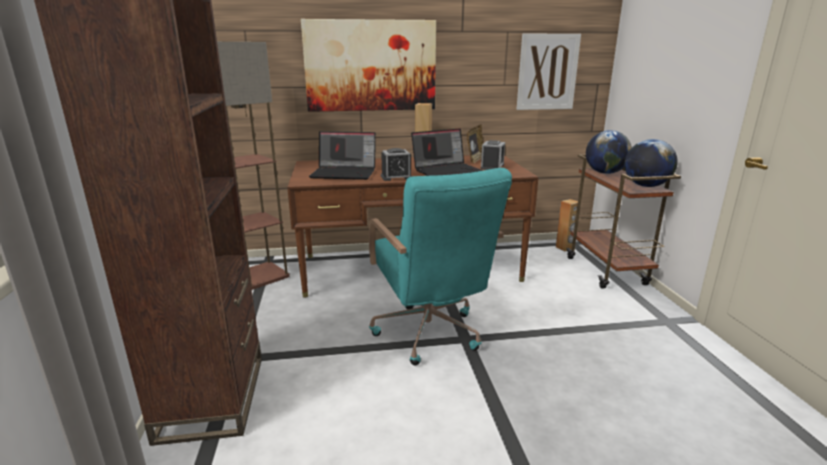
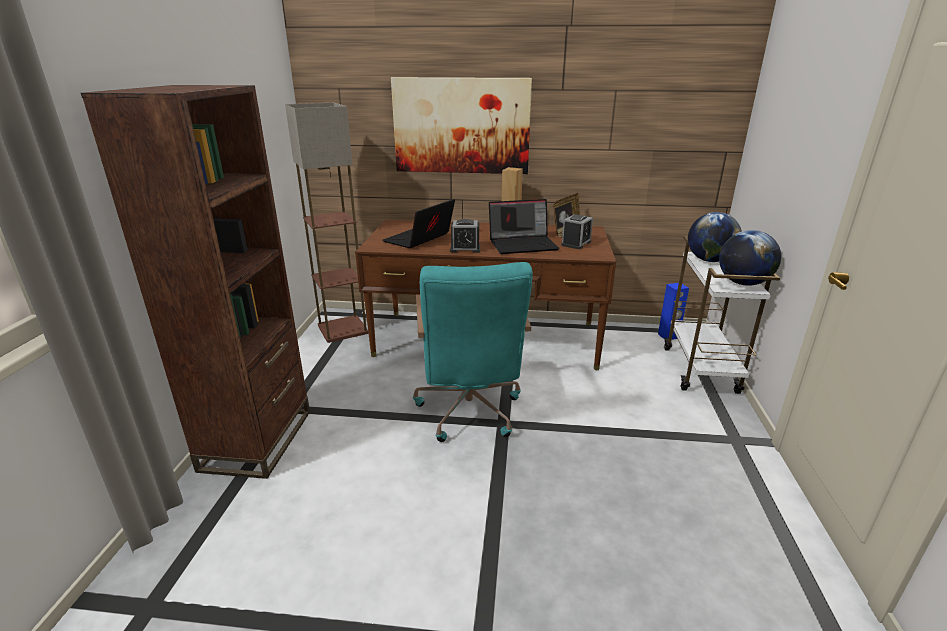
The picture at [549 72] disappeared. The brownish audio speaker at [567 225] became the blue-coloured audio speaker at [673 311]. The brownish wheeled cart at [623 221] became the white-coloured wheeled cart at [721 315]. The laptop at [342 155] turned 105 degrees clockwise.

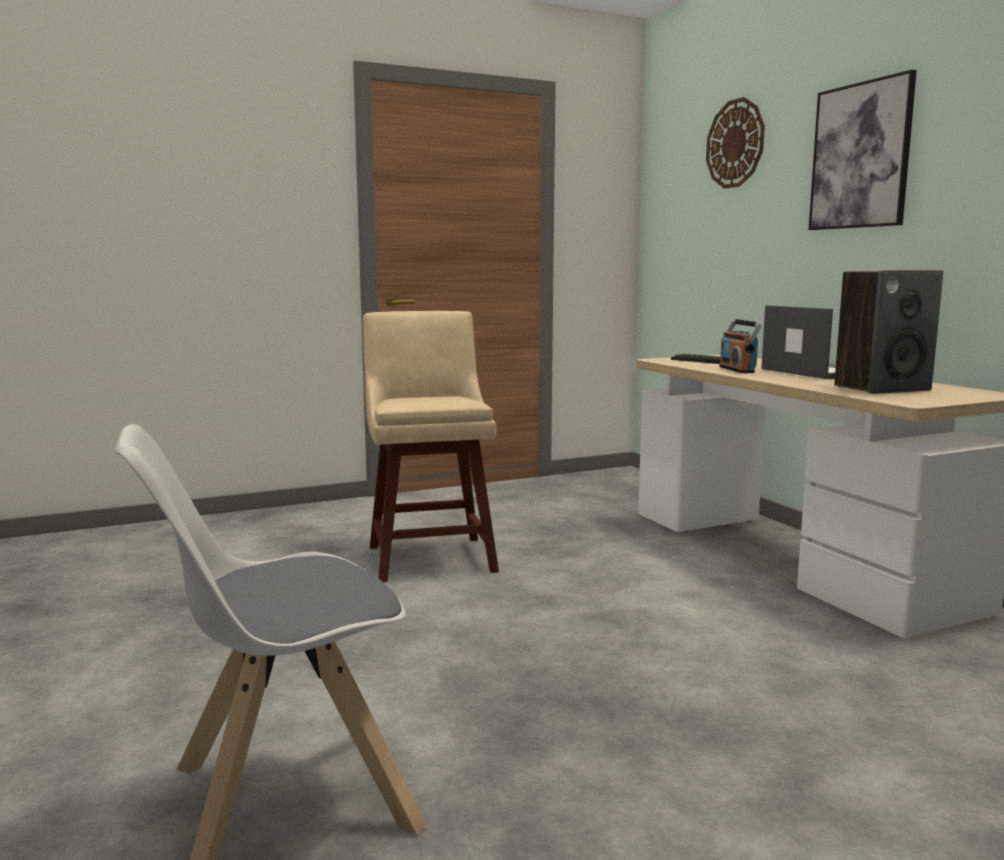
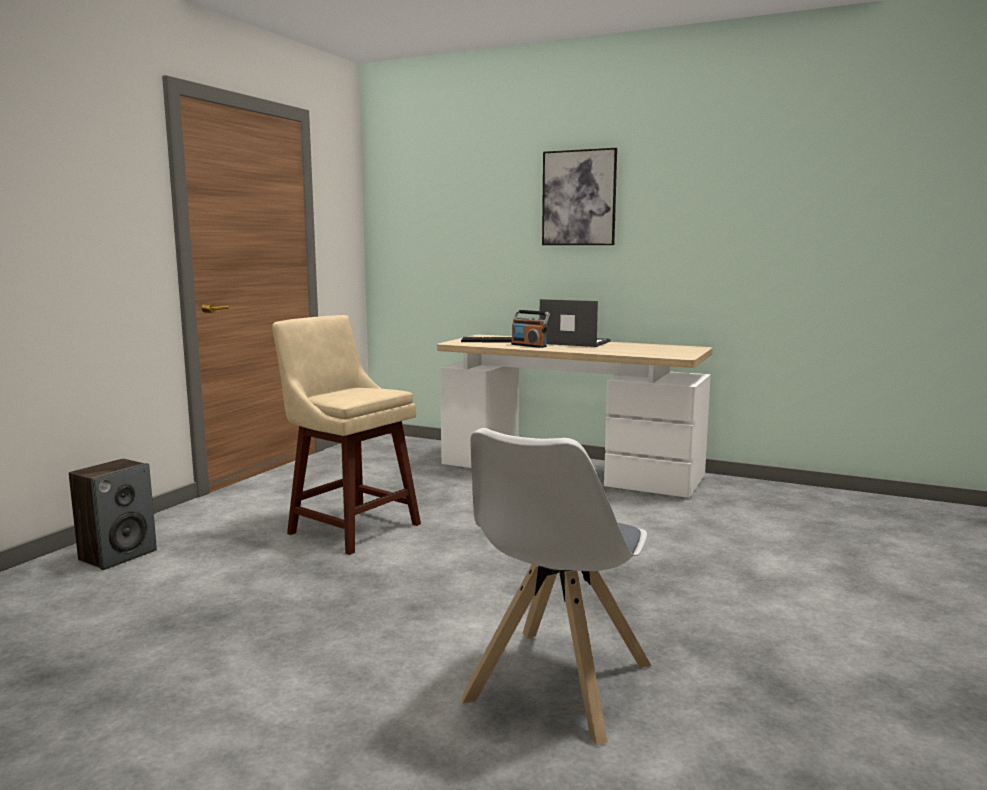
The wall clock at [735 143] disappeared. The audio speaker moved from [889 332] to [113 514].

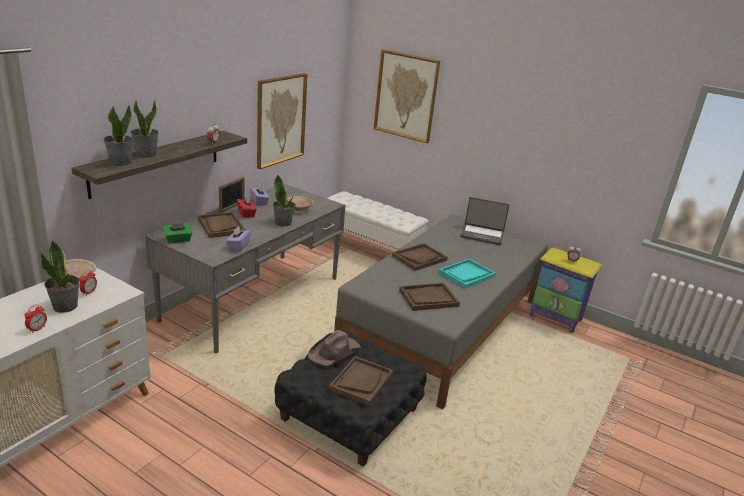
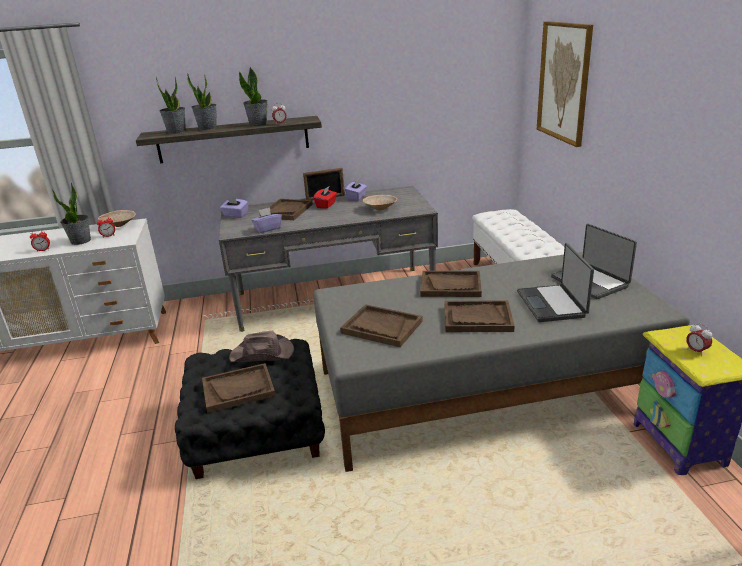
The picture at [282 121] disappeared. The laptop at [555 282] appeared. The plant in a pot moved from [284 200] to [253 96]. The green tissue holder at [177 233] became the purple tissue holder at [234 207]. The turquoise-coloured tray at [467 273] became the brownish tray at [479 316].

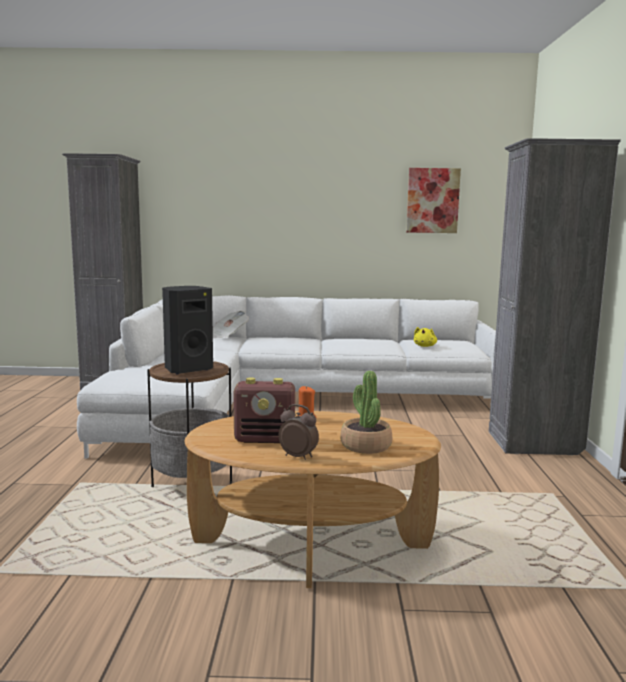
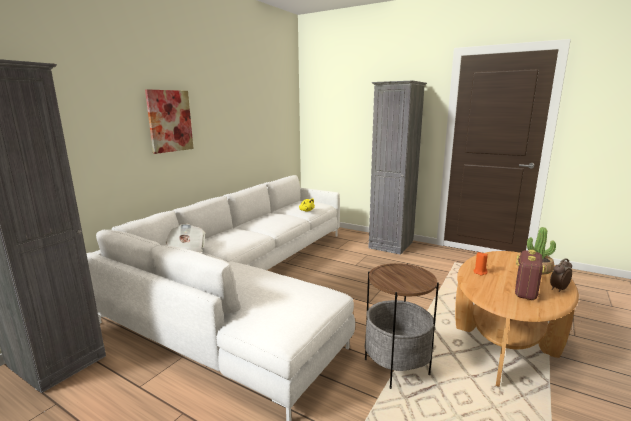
The black-coloured audio speaker at [187 330] disappeared. The picture moved from [433 200] to [169 121].

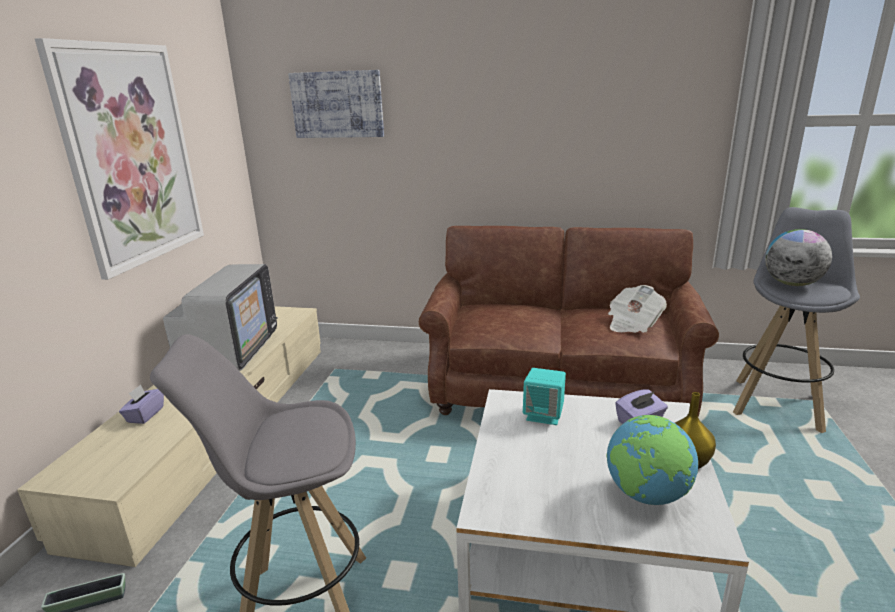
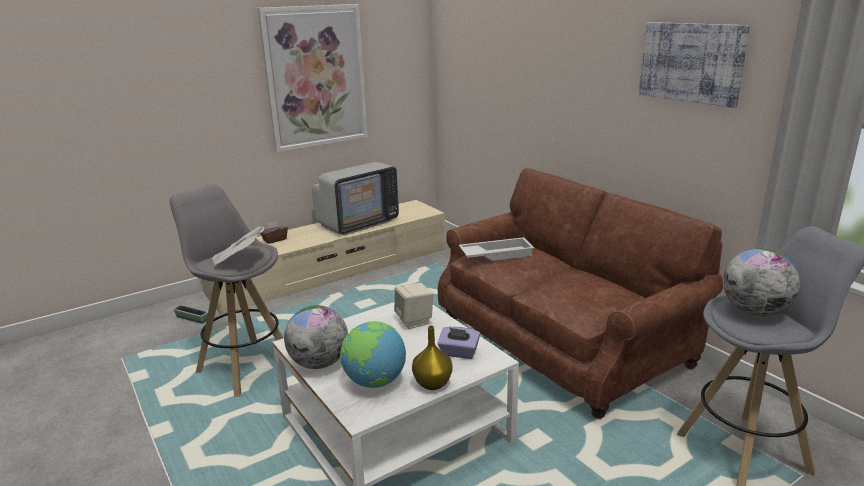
The desk globe at [316 337] appeared. The white-coloured tray at [496 249] appeared. The picture moved from [336 104] to [694 65]. The printed paper moved from [637 309] to [238 246]. The purple tissue holder at [141 404] became the brownish tissue holder at [274 232]. The turquoise-coloured audio speaker at [544 396] became the beige-coloured audio speaker at [413 306].

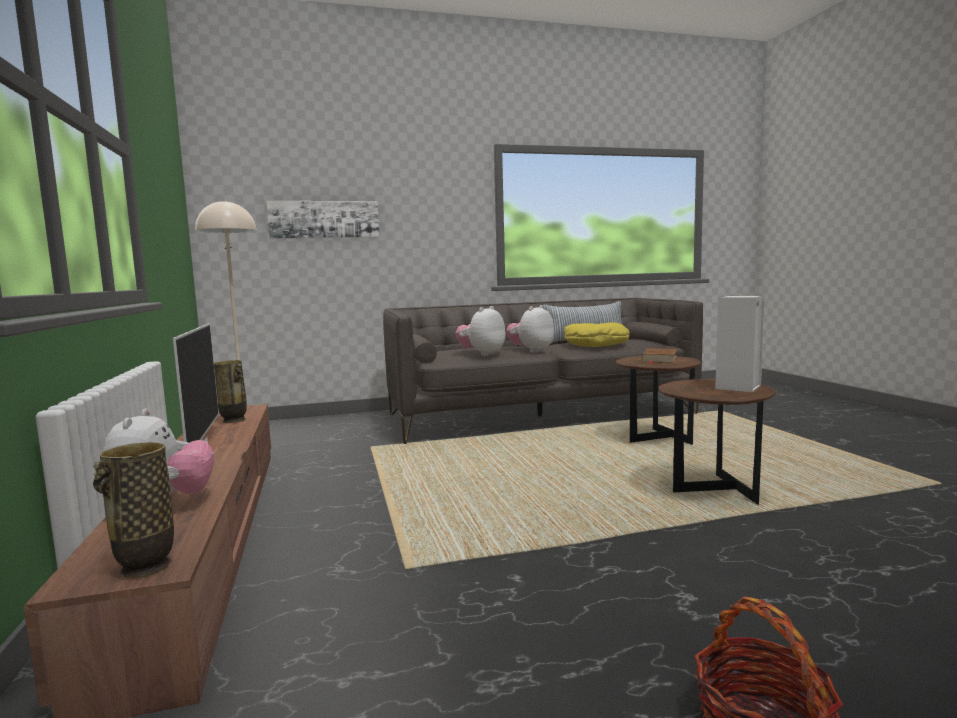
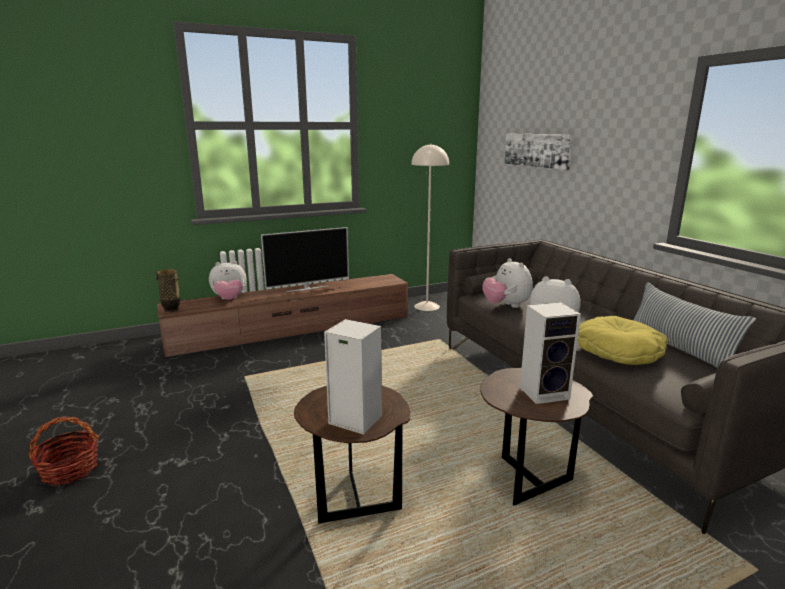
The decorative vase at [230 391] disappeared. The brownish book at [659 356] was replaced by the audio speaker at [550 353]. The cuddly toy at [481 331] turned 135 degrees counterclockwise.

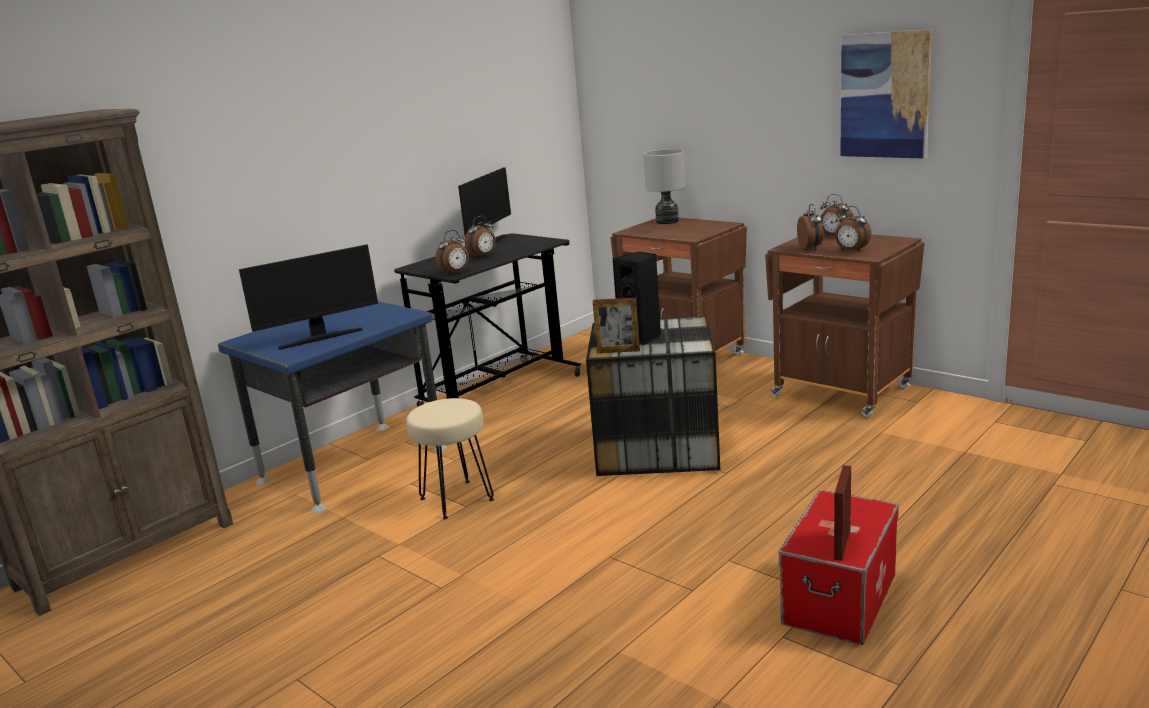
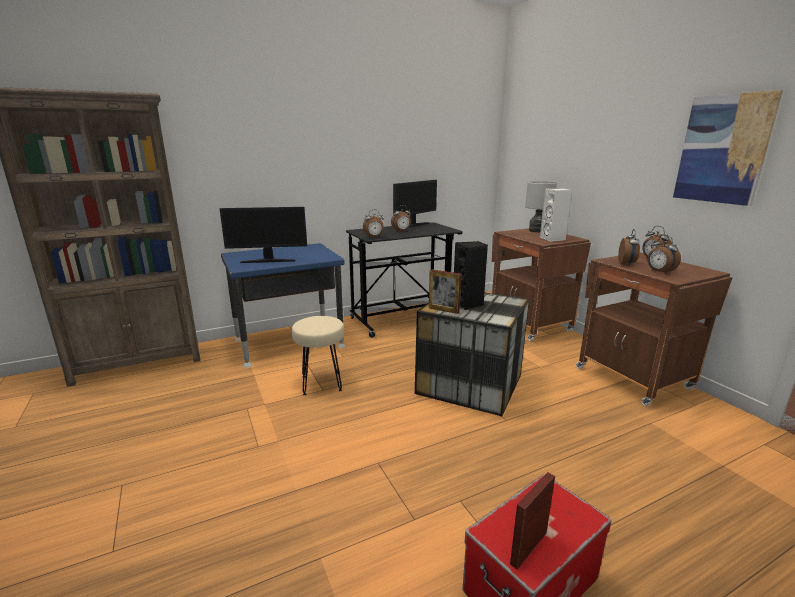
The white-coloured audio speaker at [556 215] appeared.

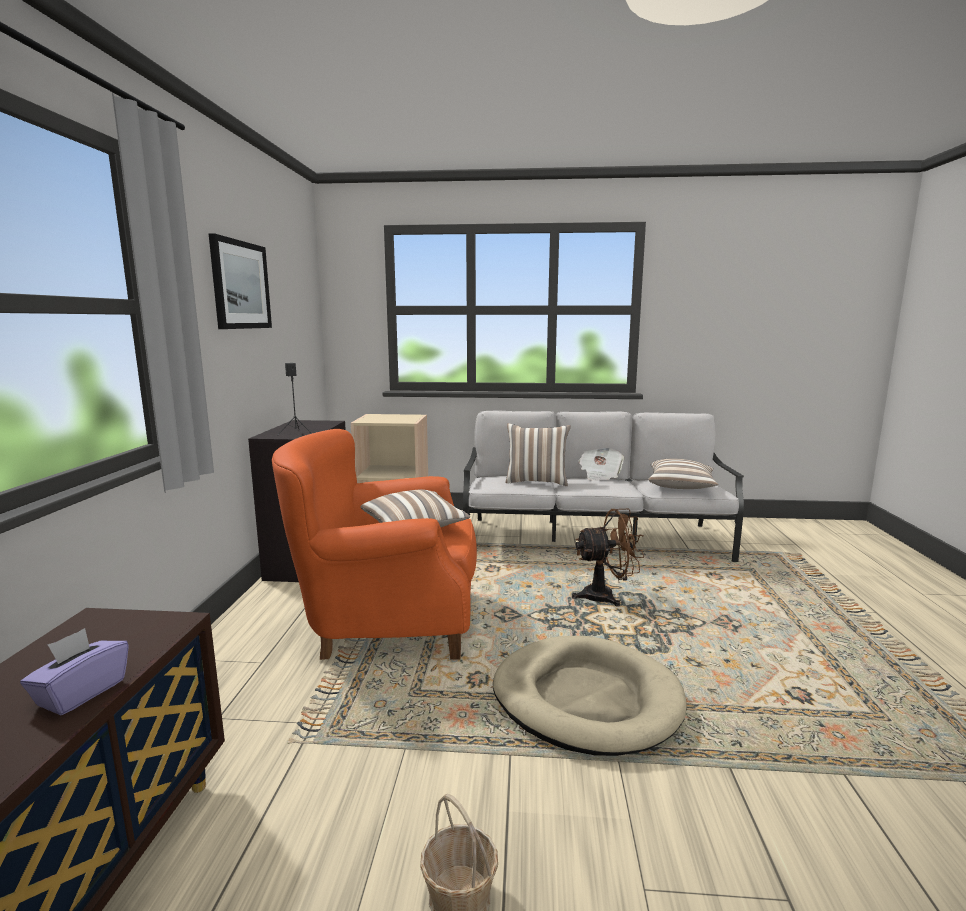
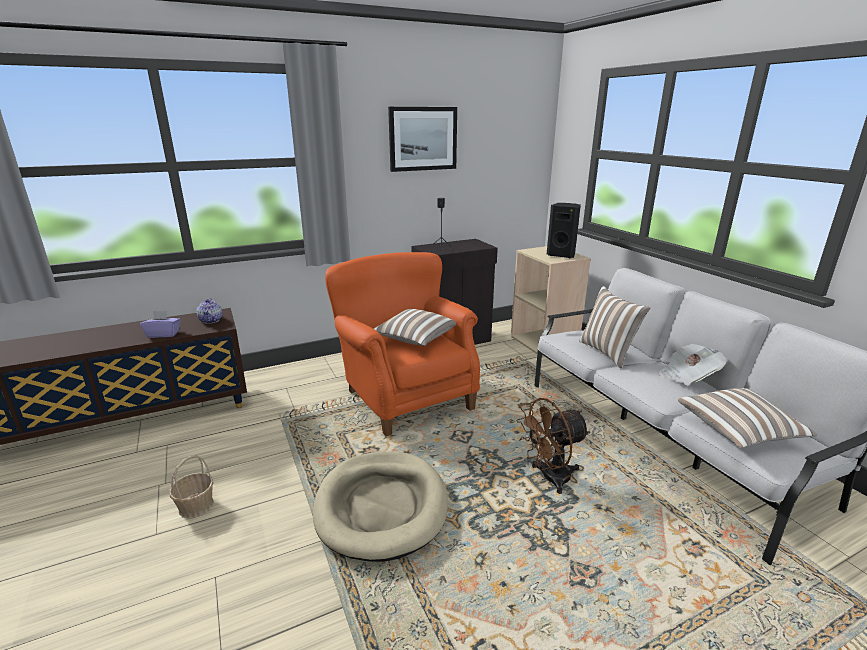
The pot for tea at [209 311] appeared. The black-coloured audio speaker at [564 230] appeared. The brownish cooling fan at [608 558] turned 105 degrees clockwise.

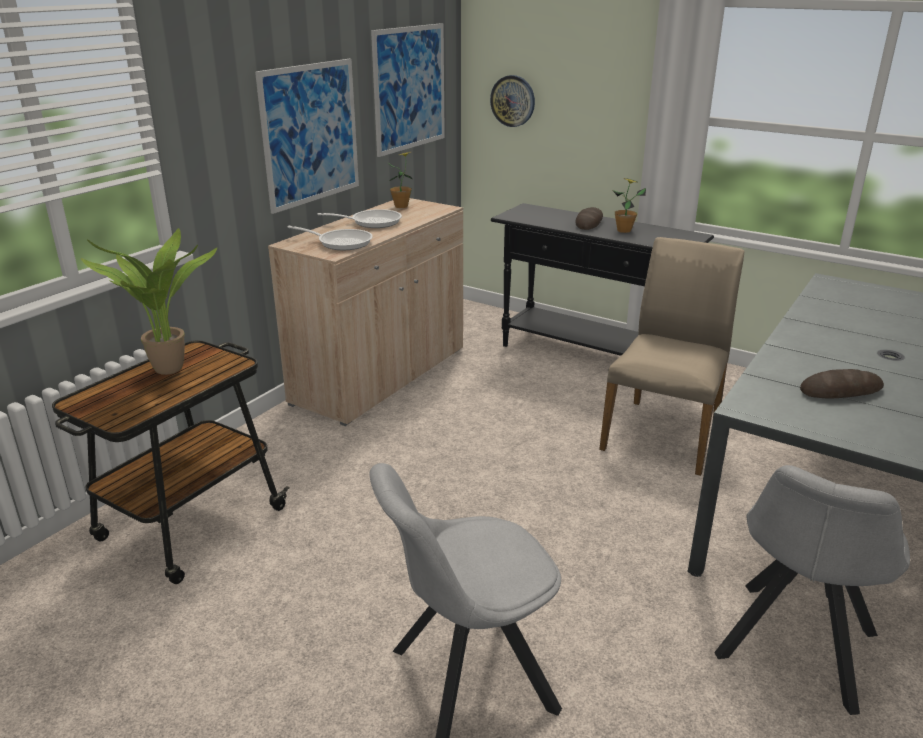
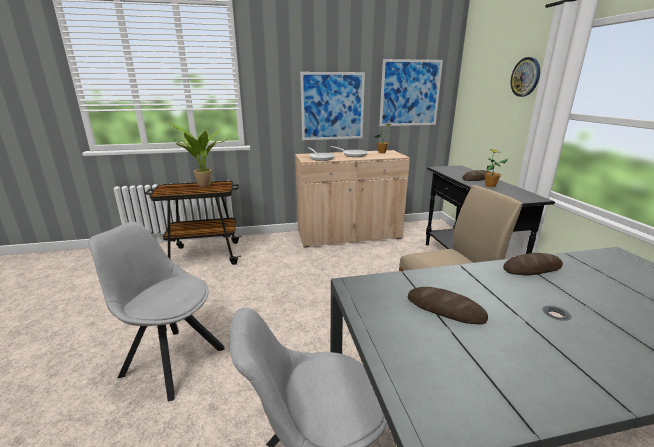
The baked bread at [533 264] appeared. The wall clock moved from [512 101] to [525 77].

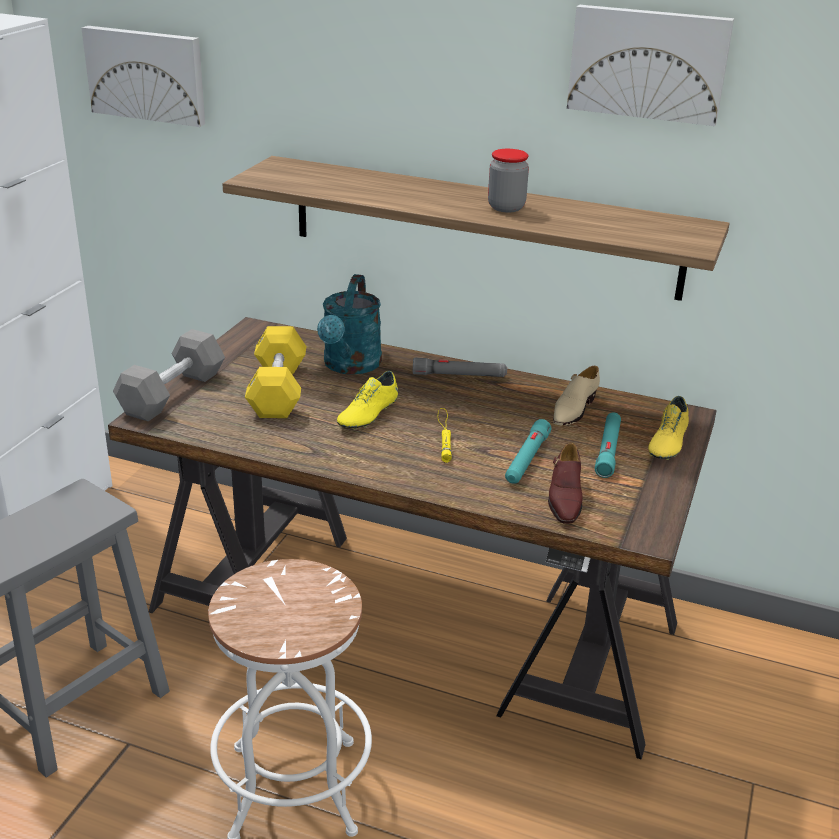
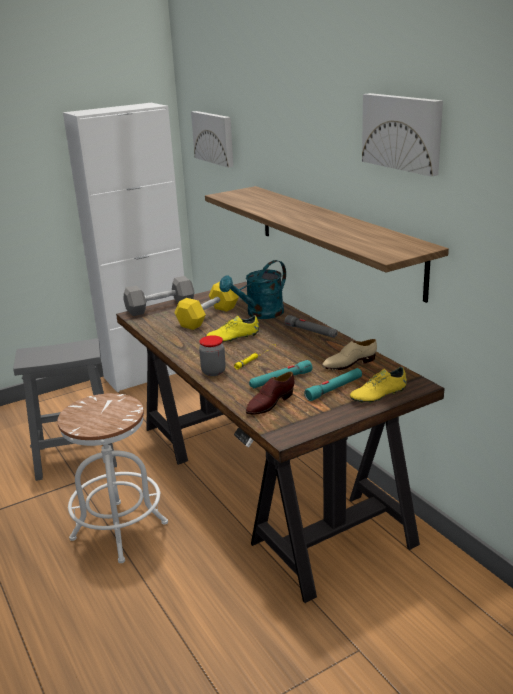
The preserve jar moved from [508 180] to [212 355].

